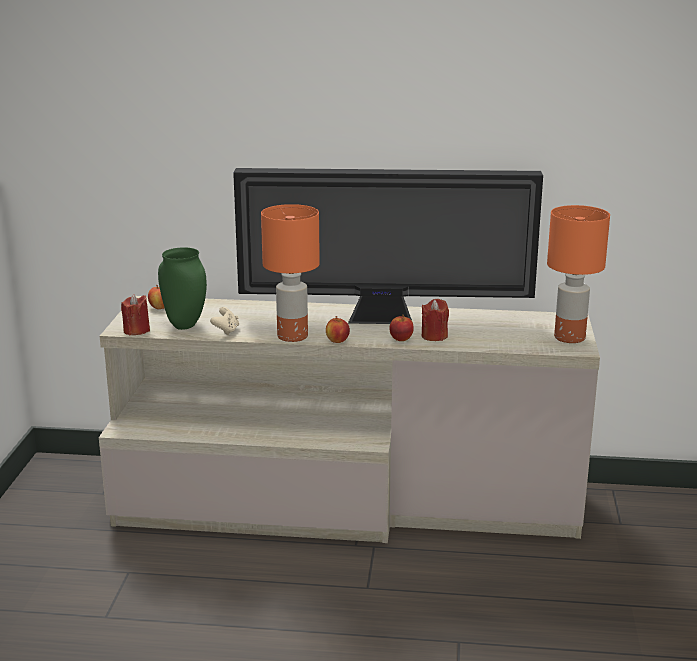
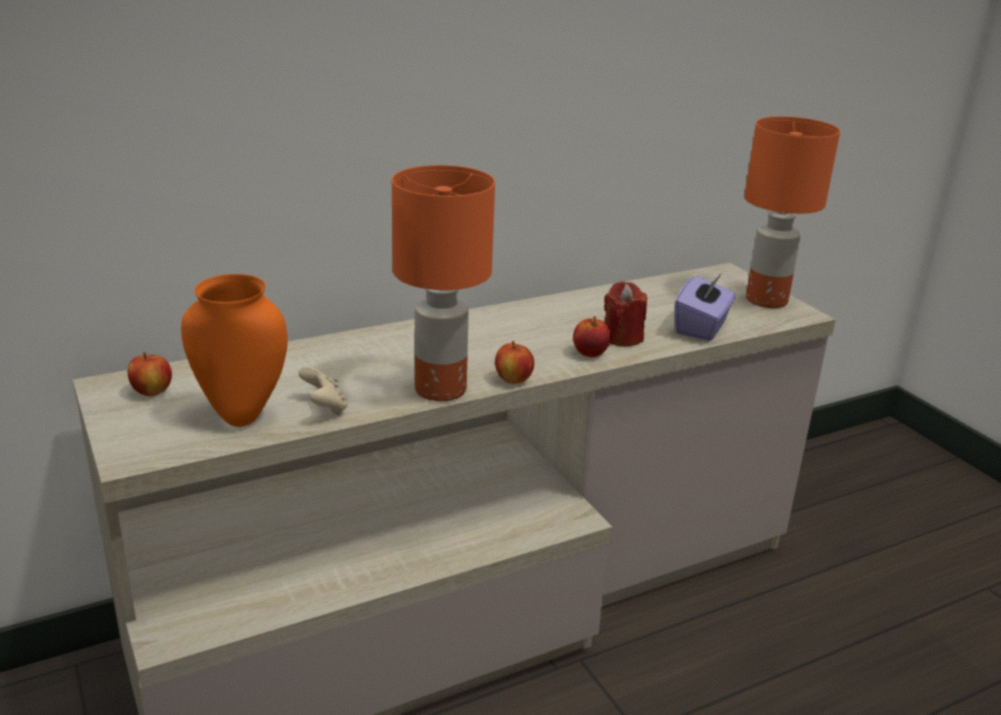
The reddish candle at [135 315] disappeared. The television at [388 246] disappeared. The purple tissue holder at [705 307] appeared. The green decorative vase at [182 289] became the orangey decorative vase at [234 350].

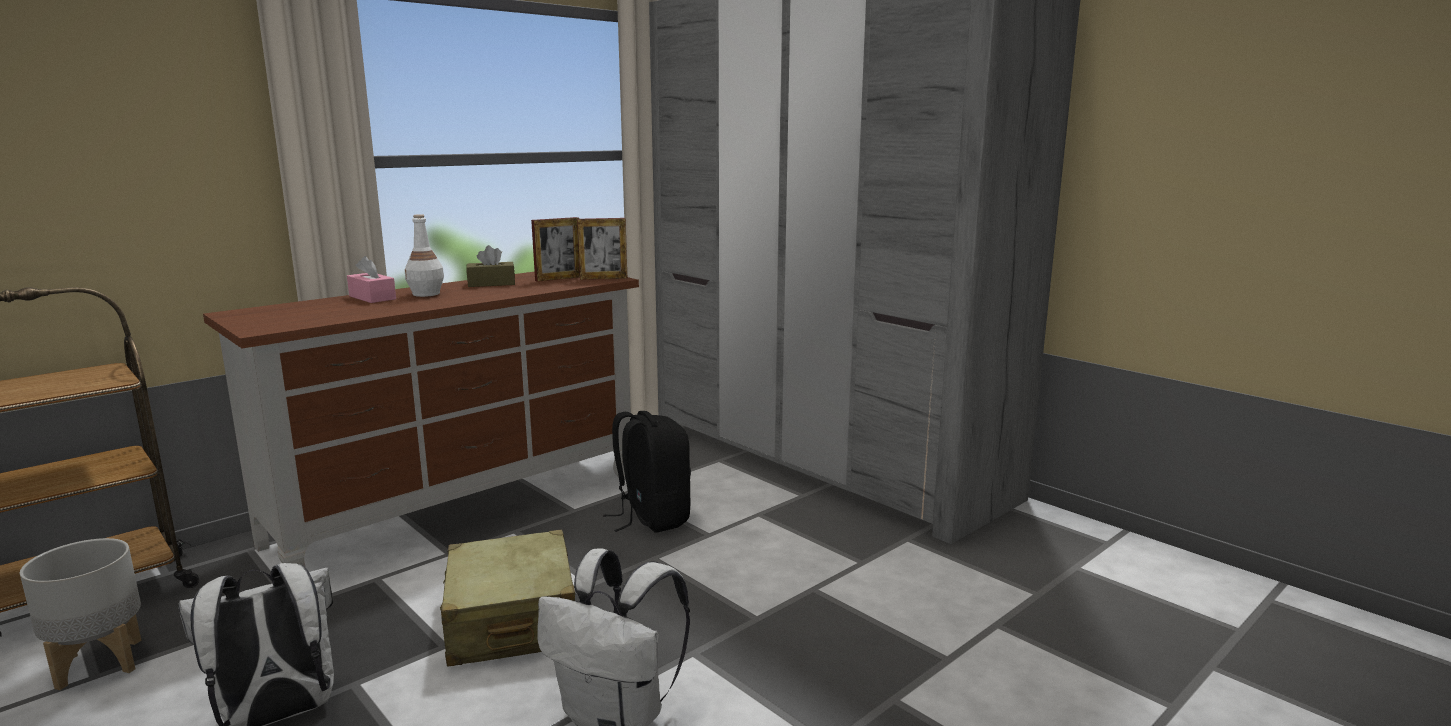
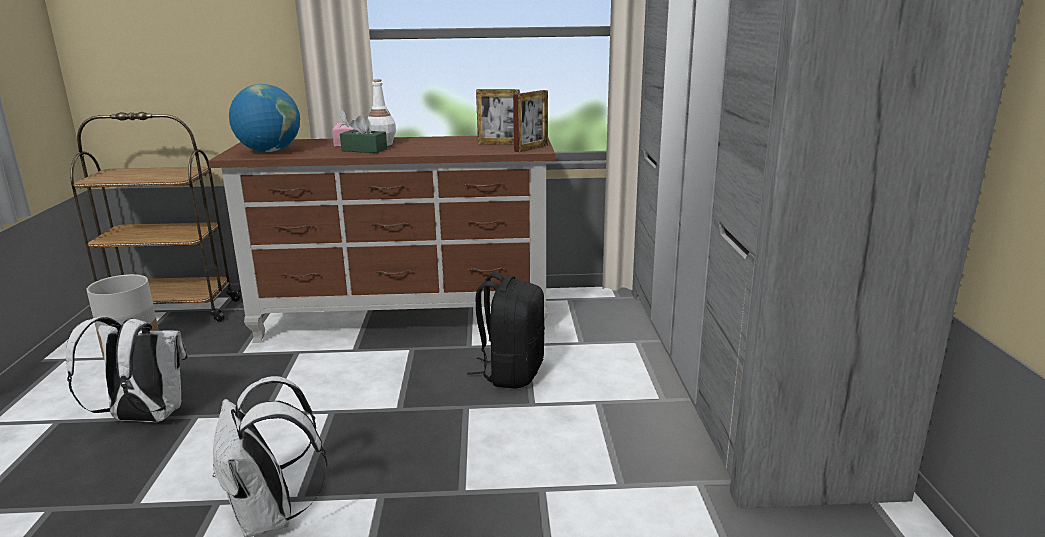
The beige-coloured suitcase at [507 598] disappeared. The brownish tissue holder at [490 266] disappeared. The desk globe at [264 118] appeared. The green tissue holder at [363 134] appeared. The standing frame at [602 249] turned 75 degrees counterclockwise.

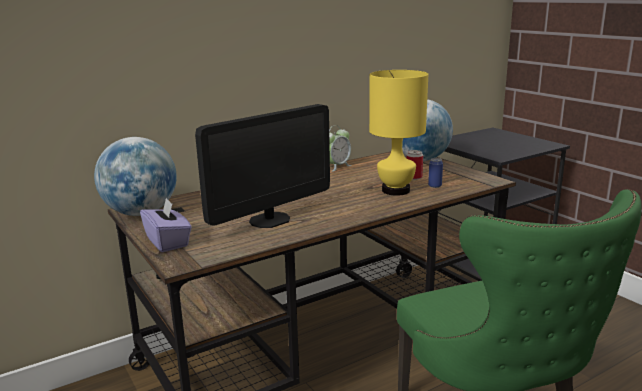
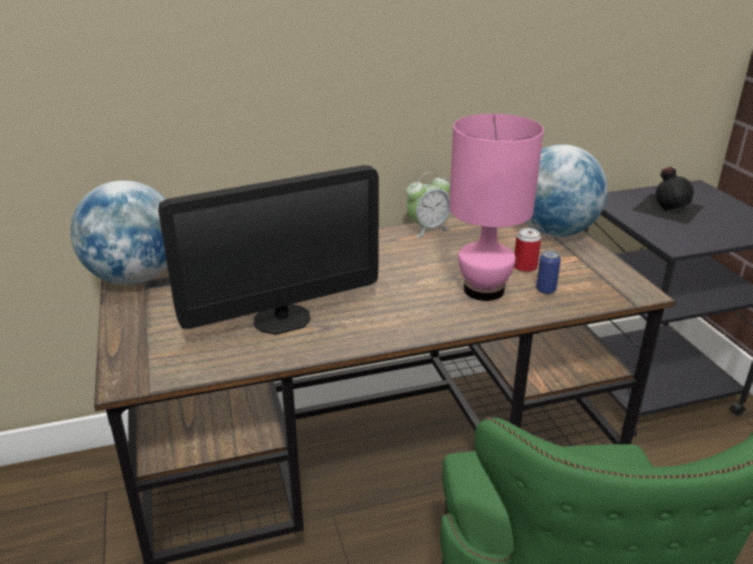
The purple tissue holder at [166 224] disappeared. The black-coloured bottle at [668 195] appeared. The yellow tabletop lamp at [398 133] became the pink tabletop lamp at [496 207].

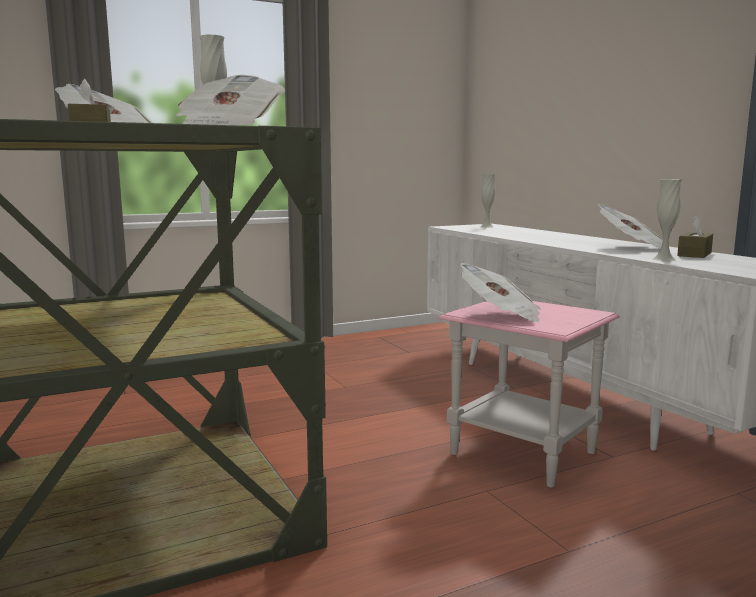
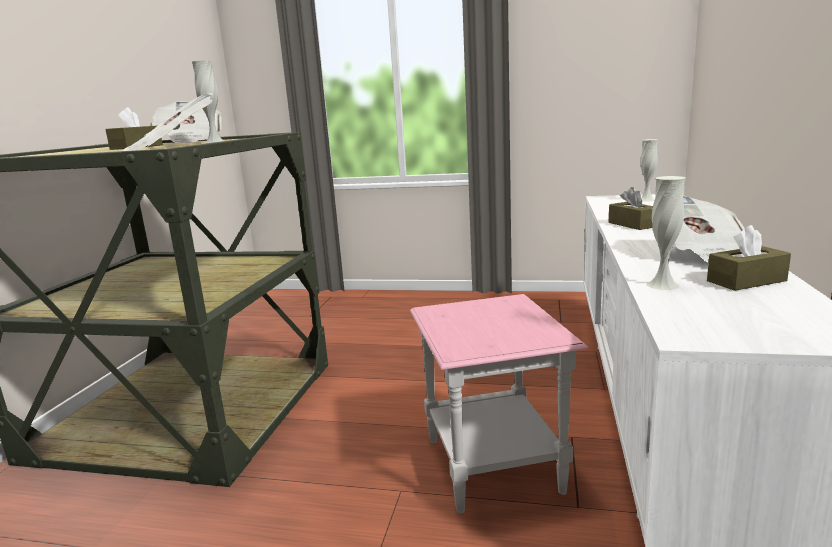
The printed paper at [501 293] disappeared. The brownish tissue holder at [631 208] appeared.

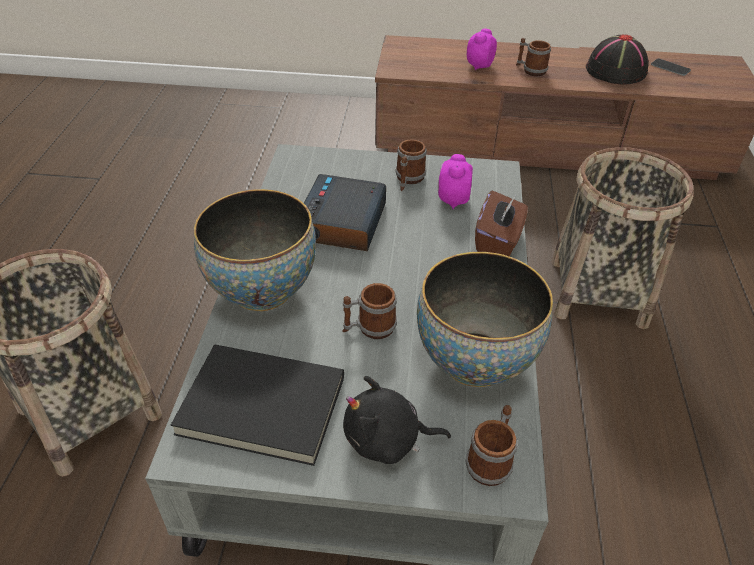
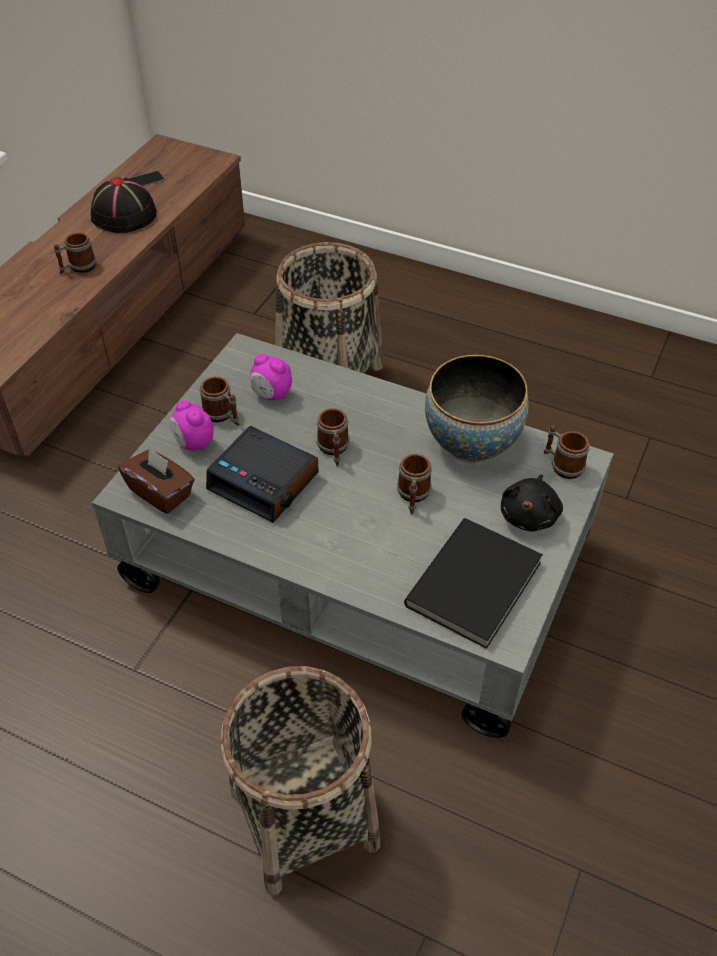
The deep dish at [255 250] disappeared. The tea mug at [333 437] appeared. The alarm clock moved from [482 49] to [192 425]. The brownish tissue holder moved from [501 223] to [156 480].

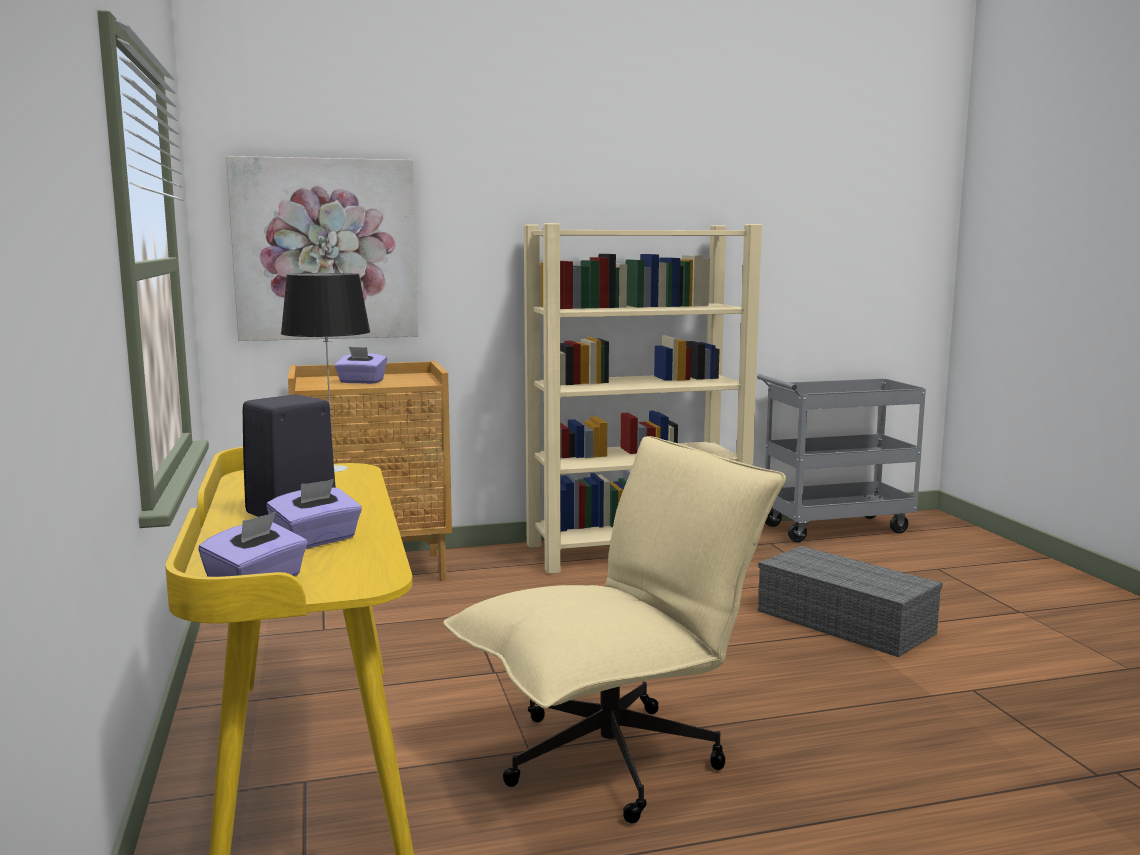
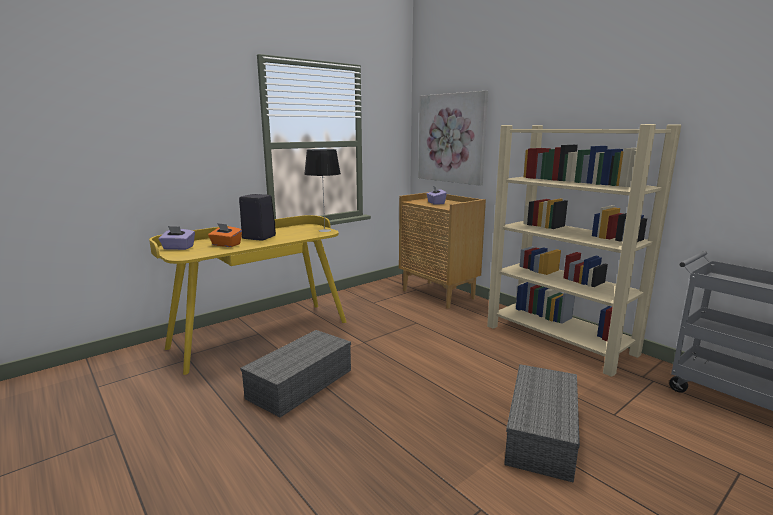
The beige-coloured office chair at [614 629] was replaced by the gray storage bin at [295 373]. The purple tissue holder at [314 514] became the orangey tissue holder at [225 235].

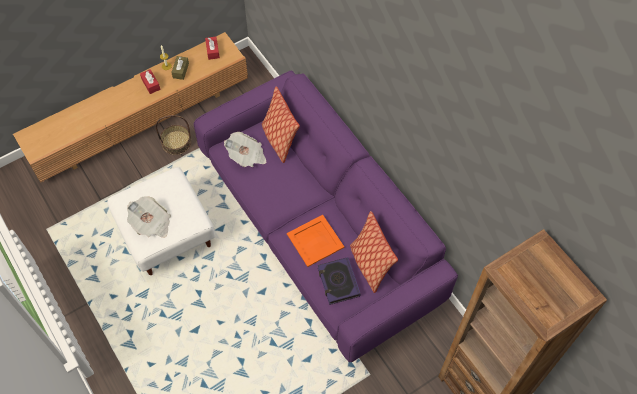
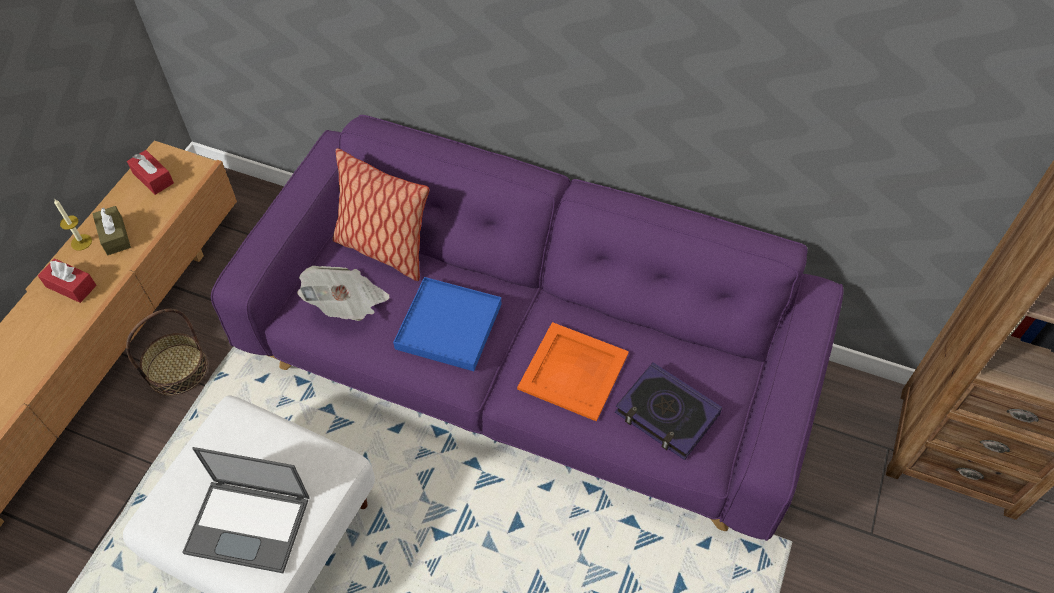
The throw pillow at [374 252] disappeared. The blue-coloured tray at [447 324] appeared. The printed paper at [149 217] was replaced by the laptop at [246 510].

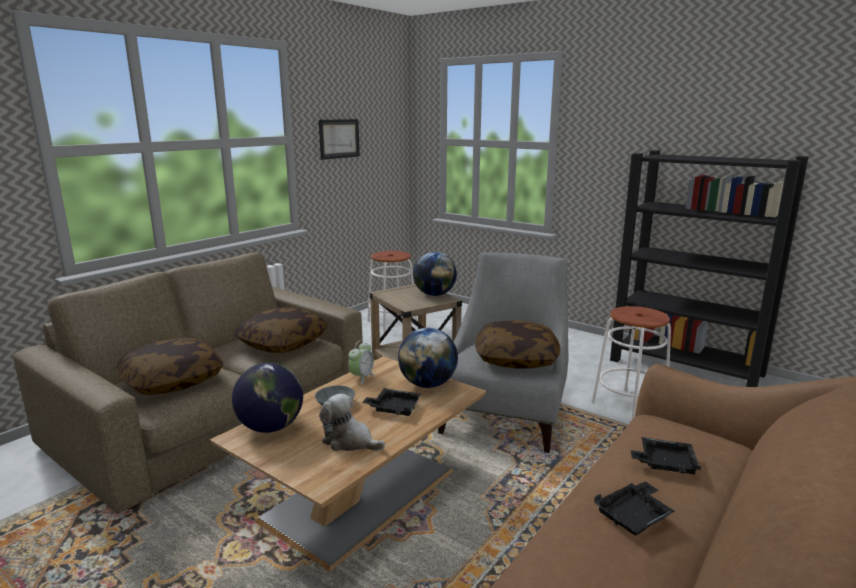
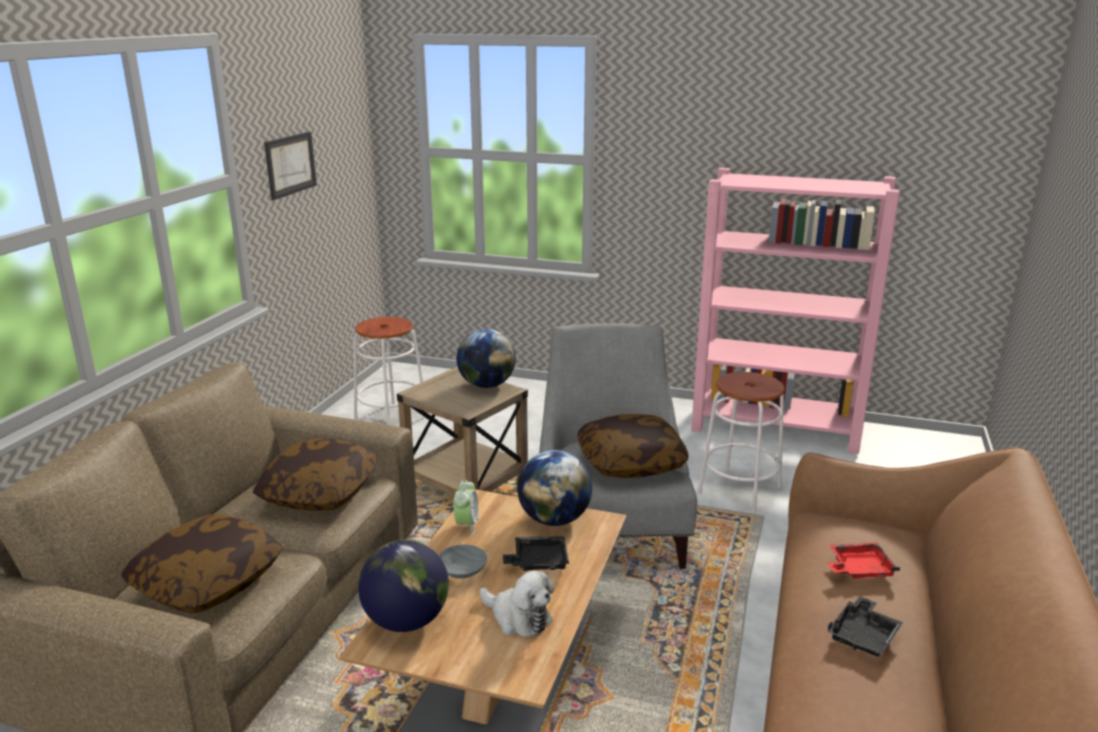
The black-coloured bookcase at [709 268] became the pink bookcase at [795 311]. The black-coloured tray at [666 456] became the reddish tray at [864 561]. The cuddly toy at [352 422] turned 150 degrees counterclockwise.

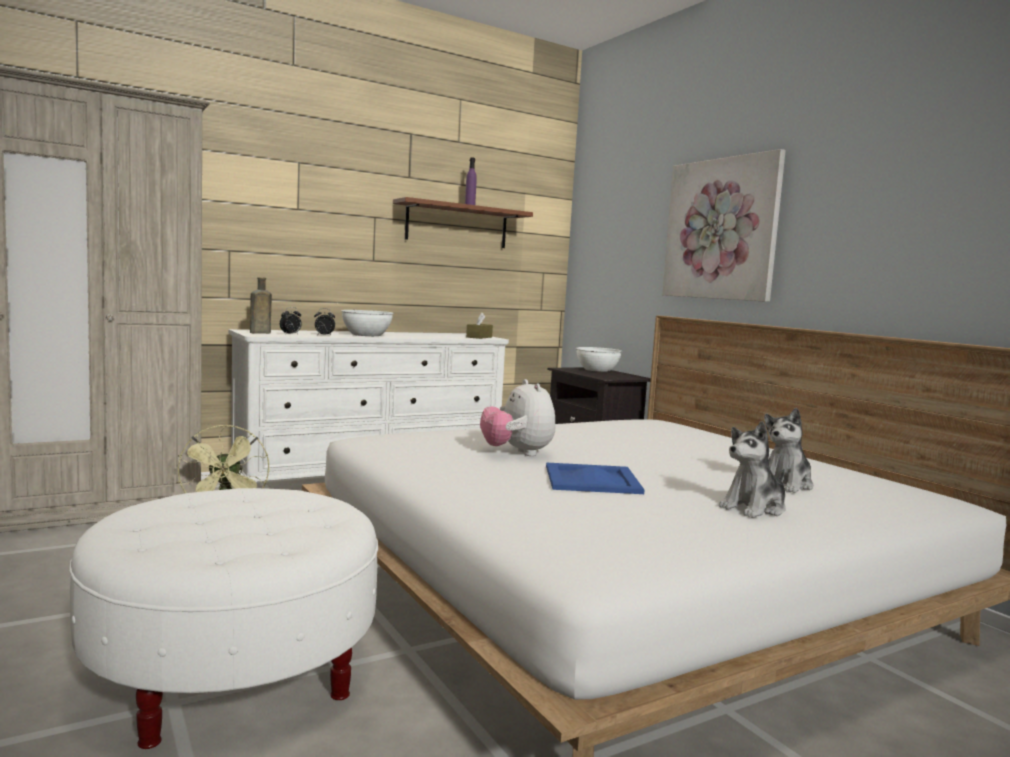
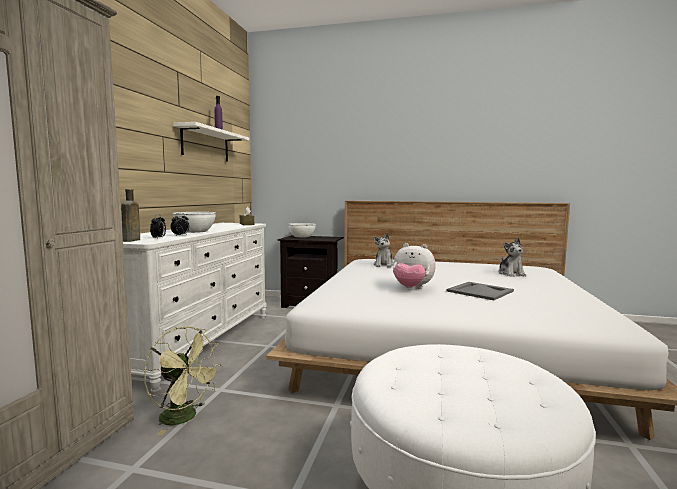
The picture at [724 225] disappeared. The cuddly toy moved from [752 469] to [383 249]. The brownish bracket shelf at [463 222] became the white-coloured bracket shelf at [211 142]. The blue-coloured tray at [595 478] became the gray tray at [480 291].

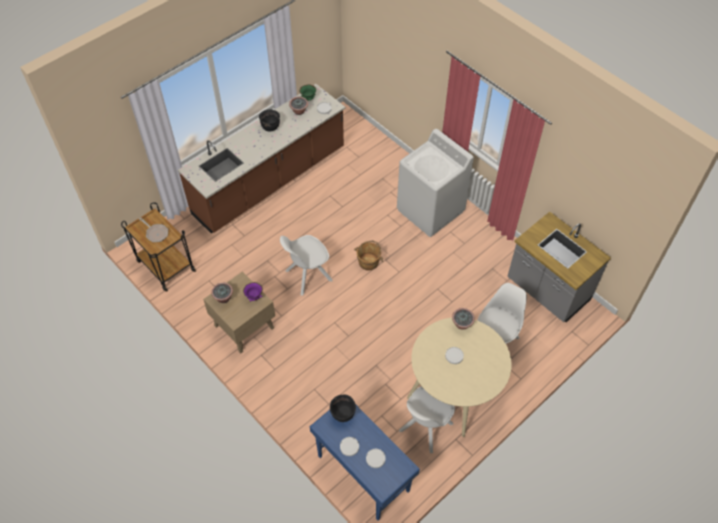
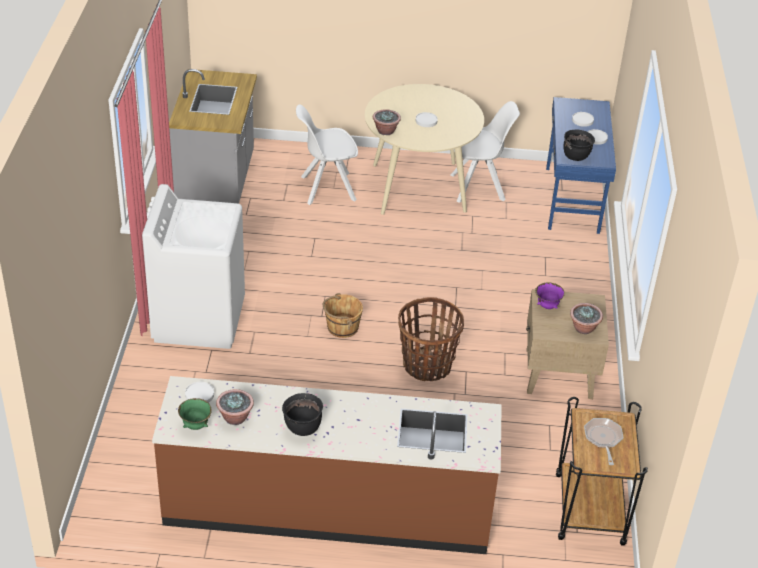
The white-coloured plain chair at [306 265] was replaced by the basket at [431 339].

